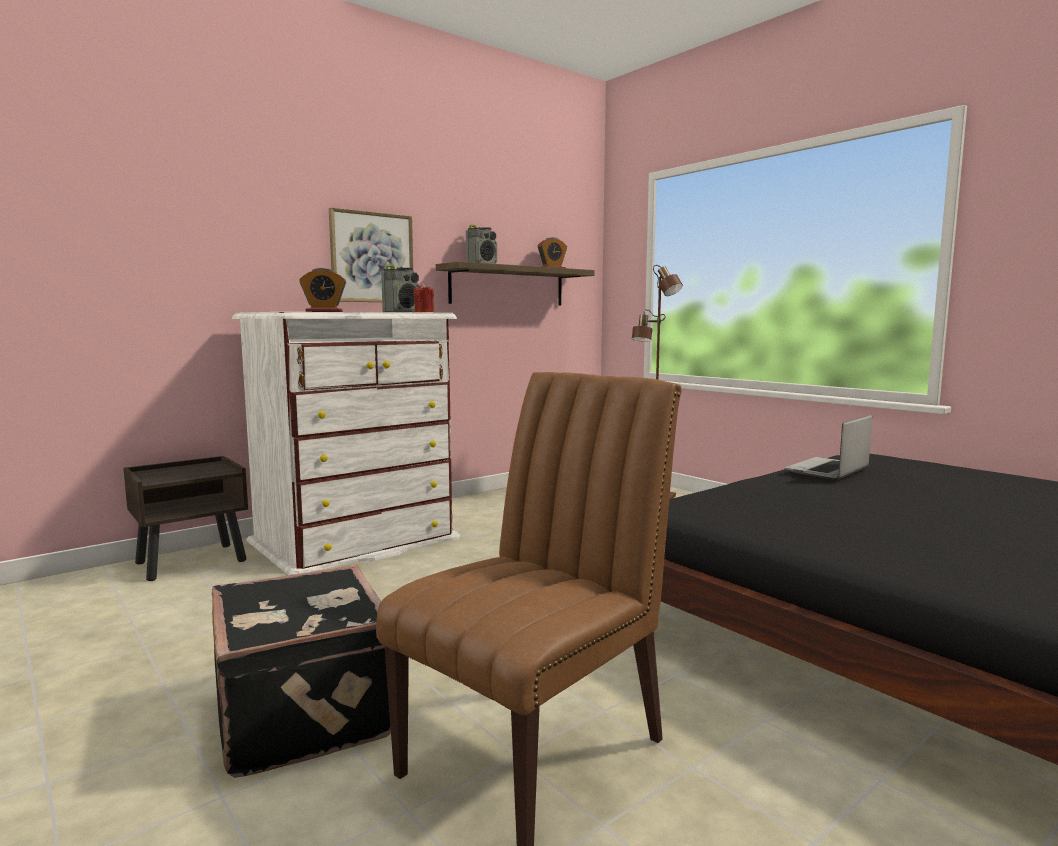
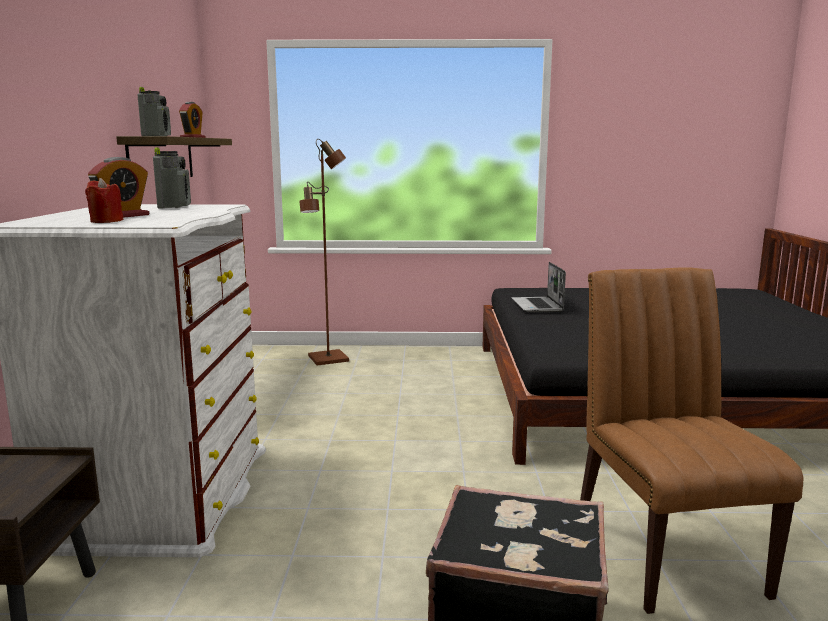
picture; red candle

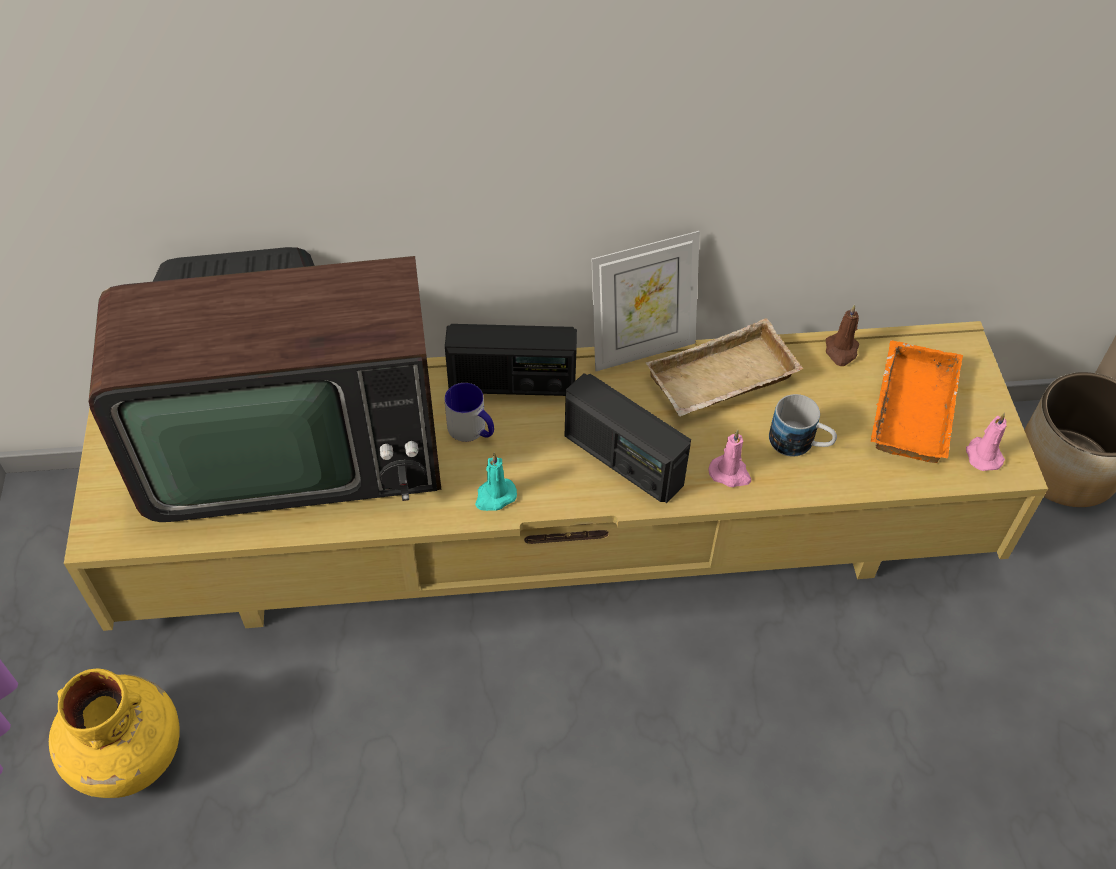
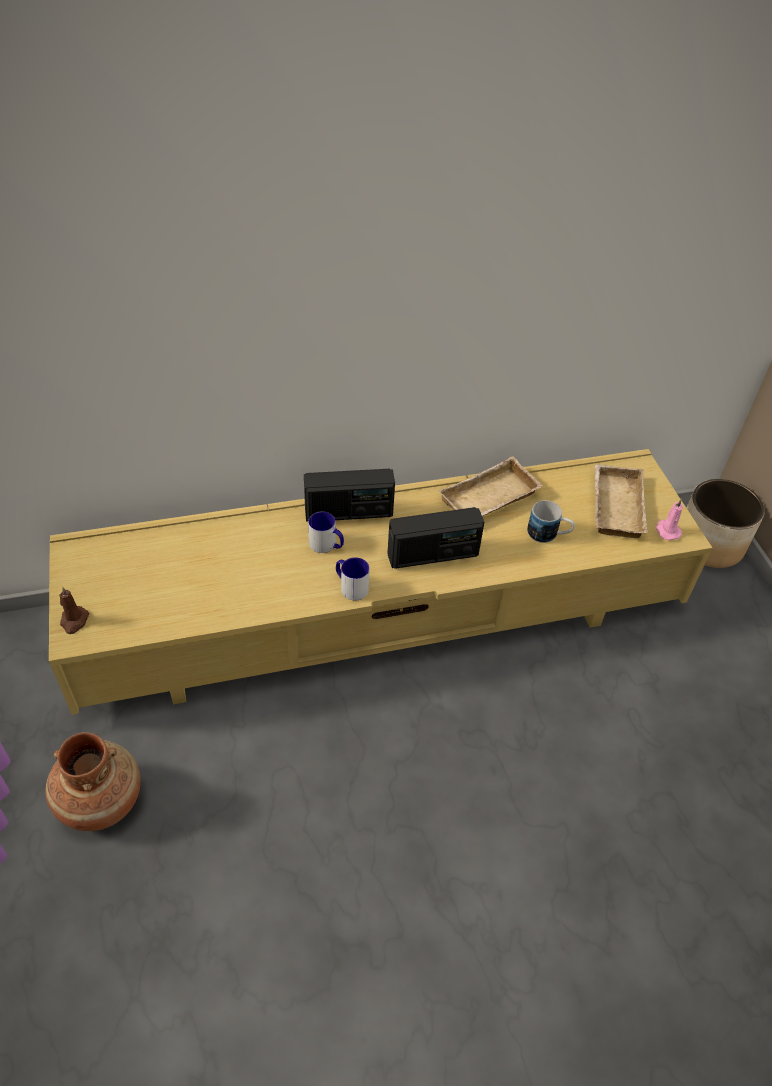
brown vase; television; mug (2nd from left); radio (2nd from left); picture frame; pink candle (1st from left in the first image); brown candle; beige tray (2nd from left)

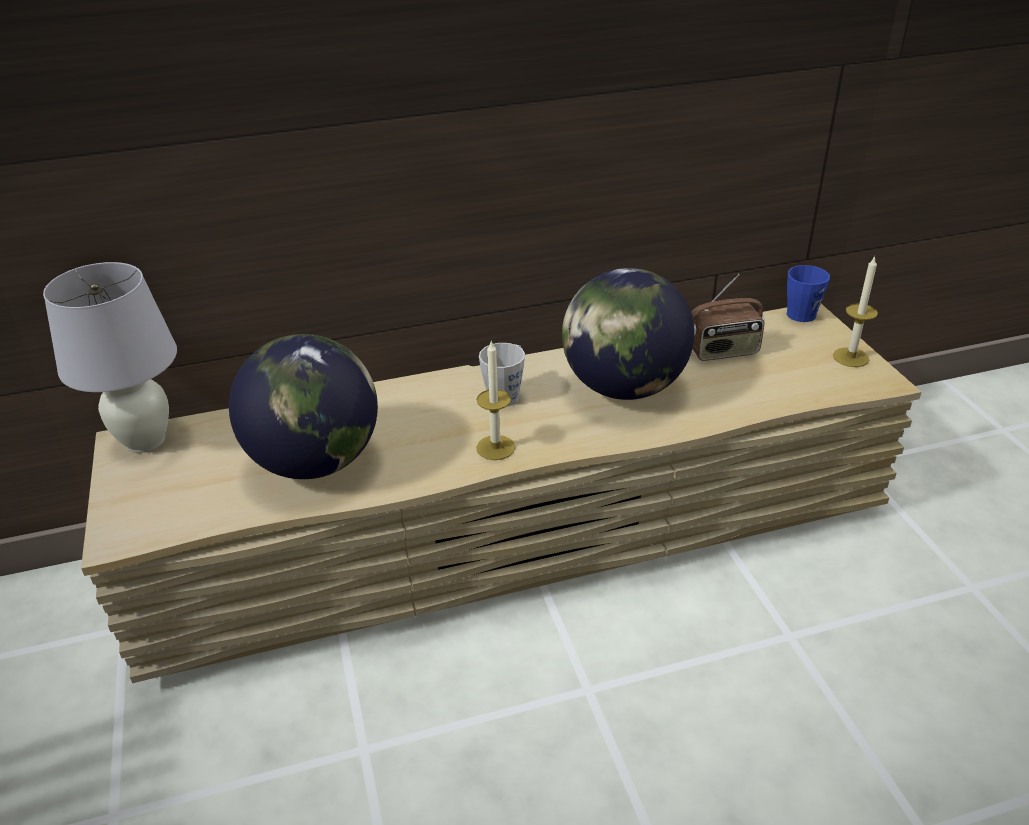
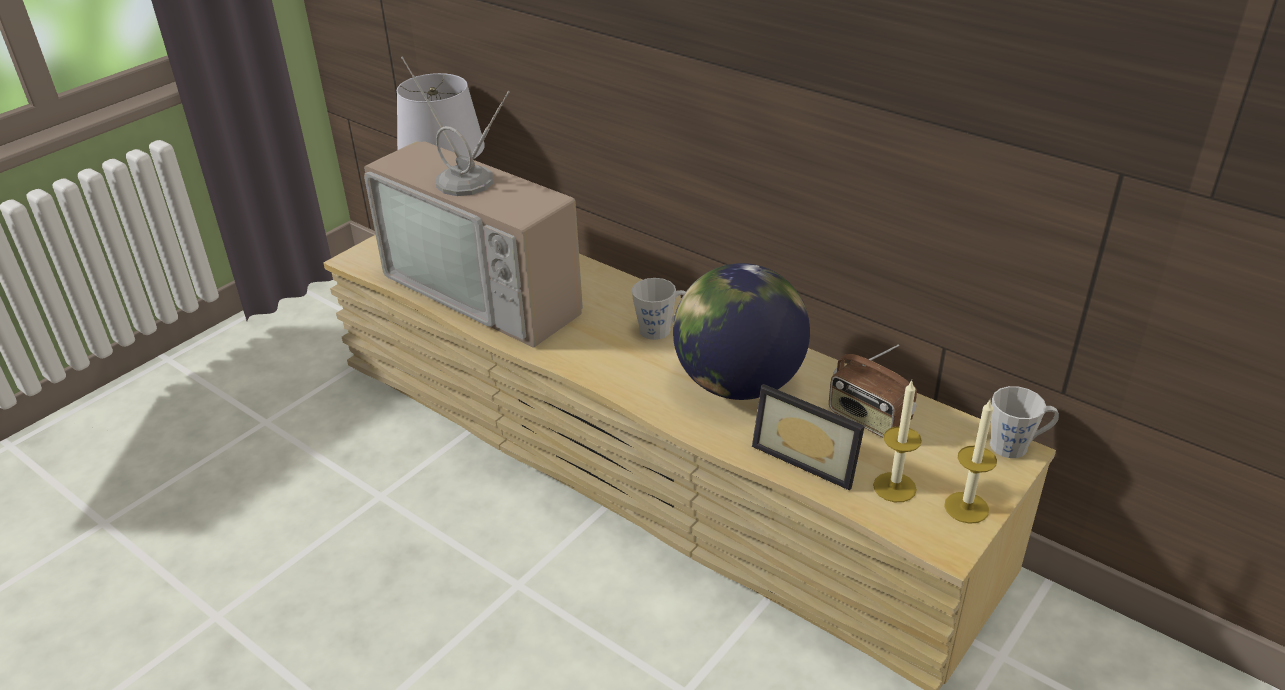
television; candle (1st from left); grey mug (2nd from left); picture frame

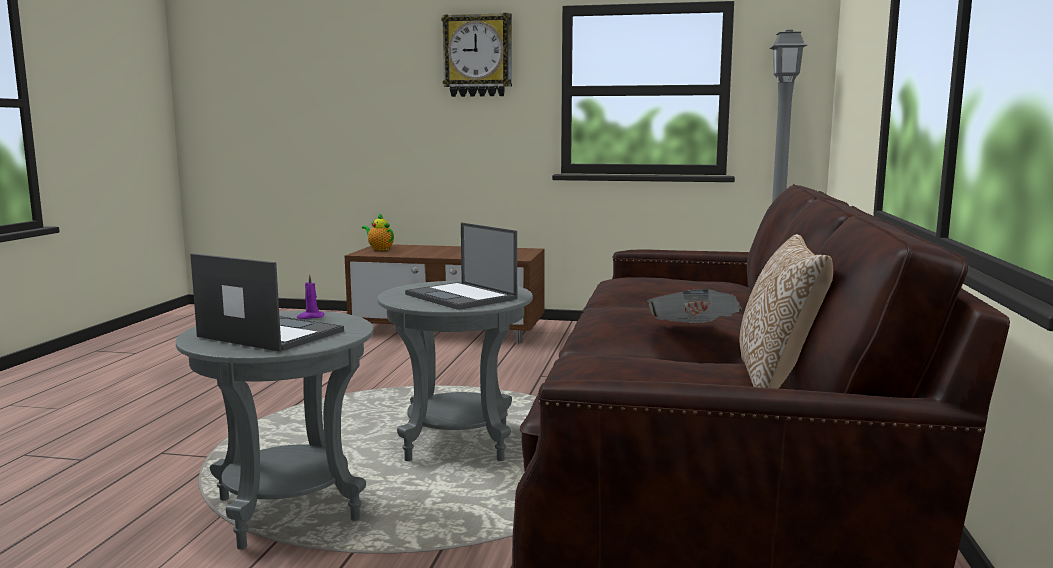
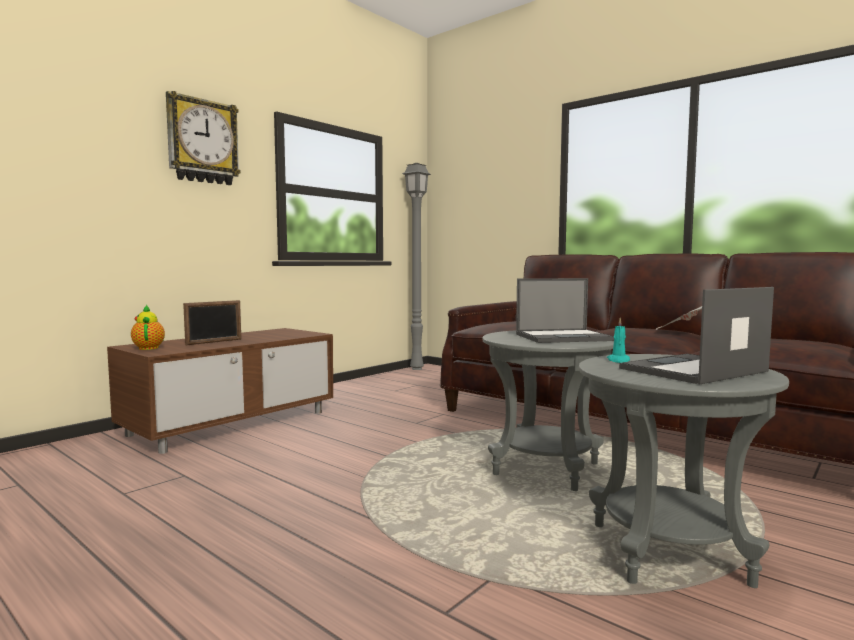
turquoise candle; teapot; pillow; picture frame

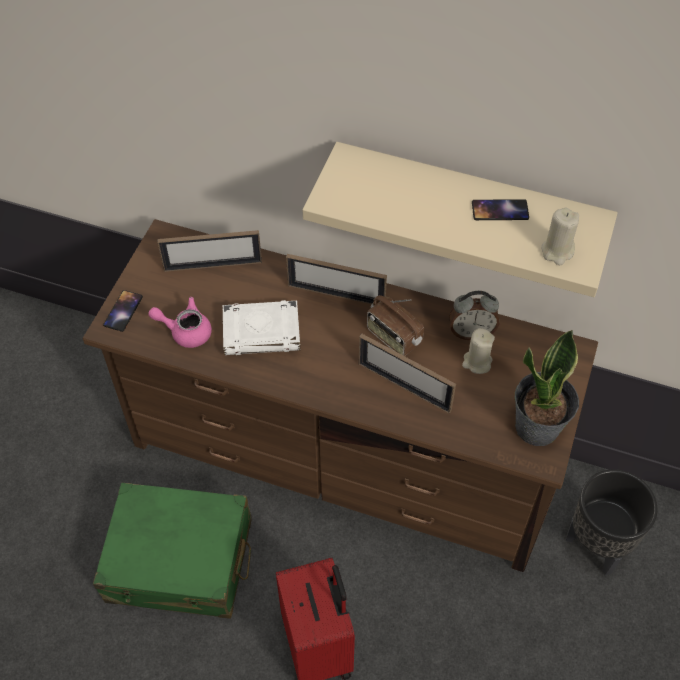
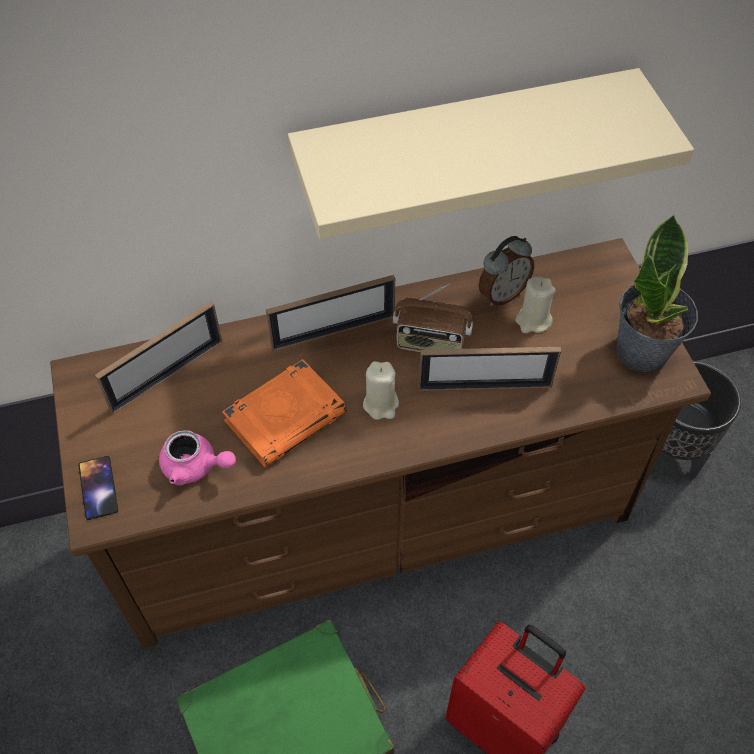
pink teapot; orange book; phone (2nd from left in the first image); beige candle (1st from left)

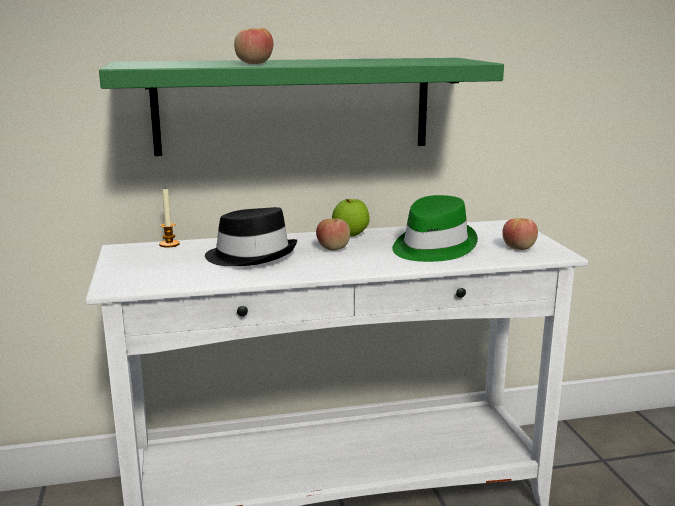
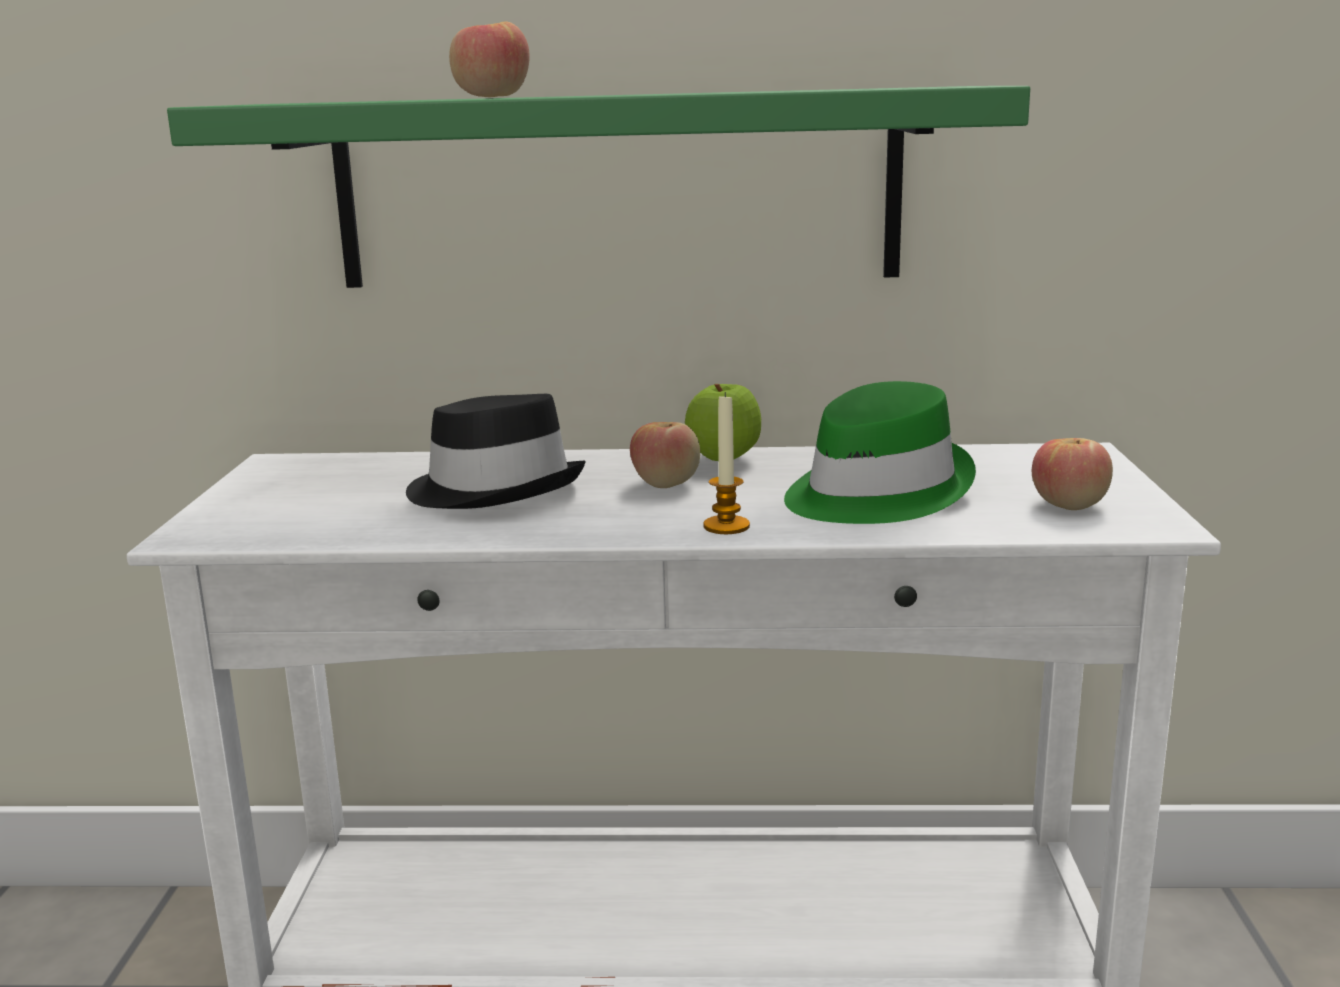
candle

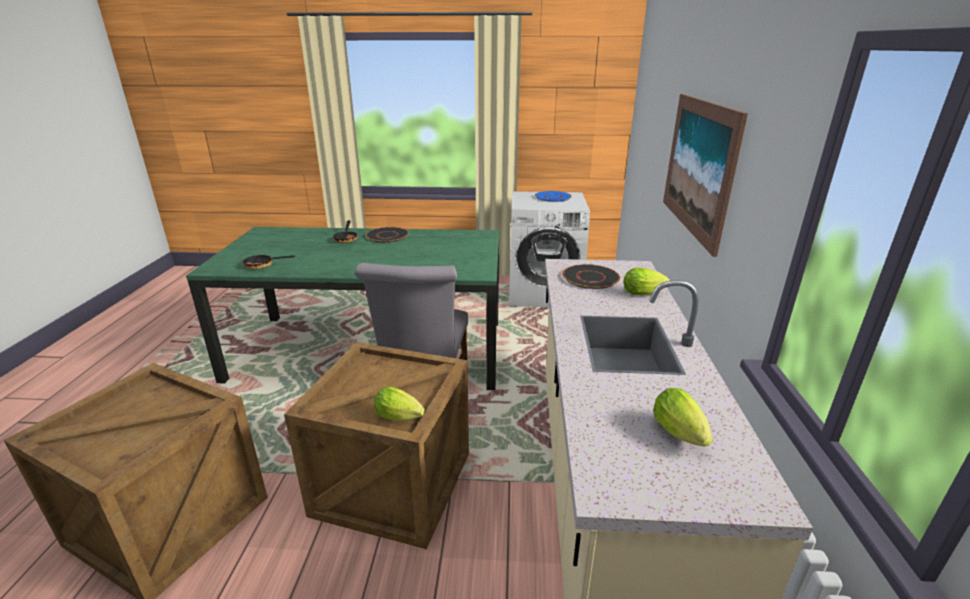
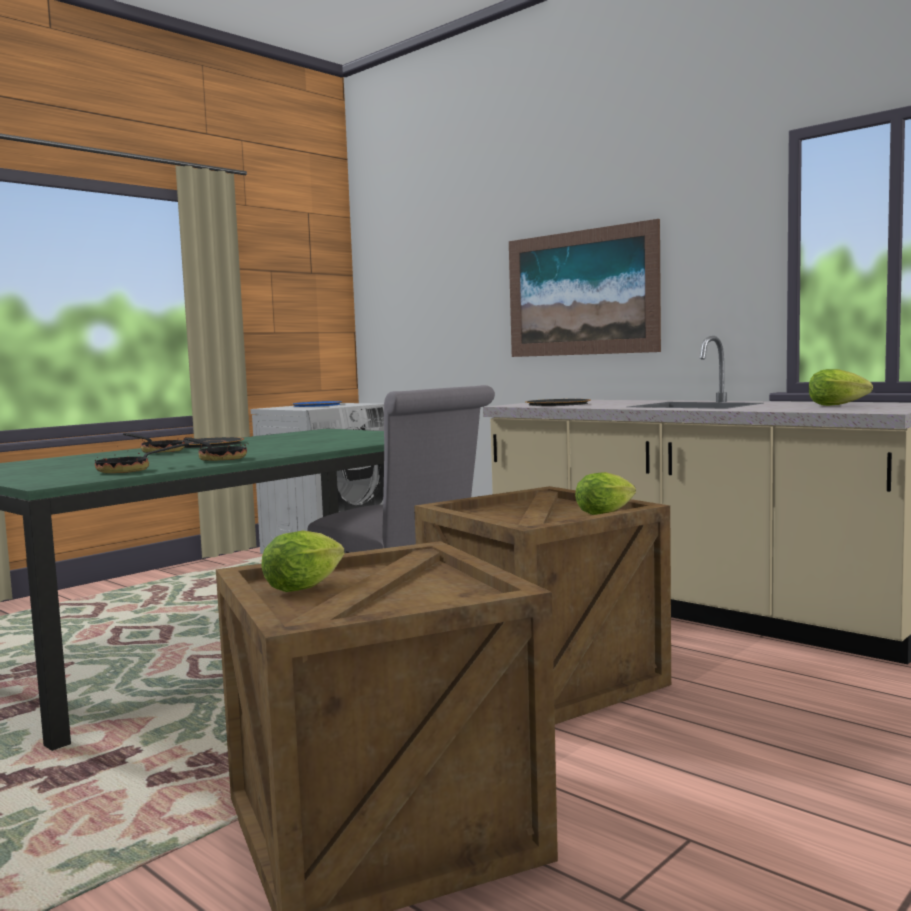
lettuce (1st from left); frying pan (3rd from left)

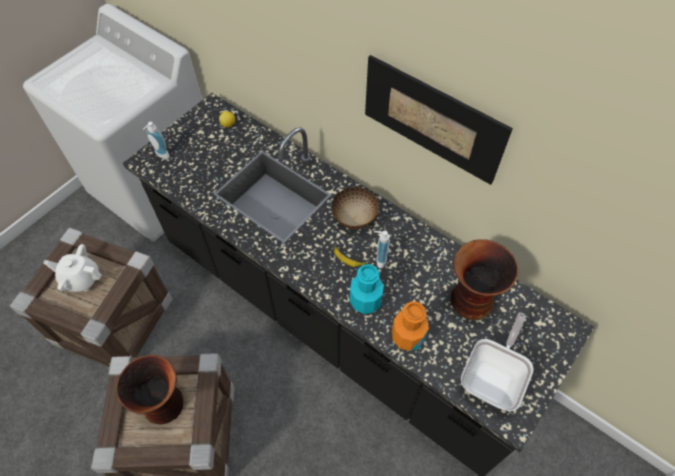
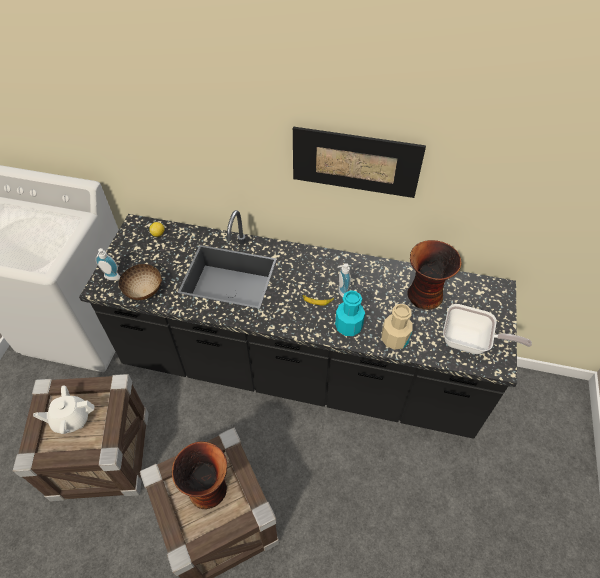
bowl; beige bottle; frying pan

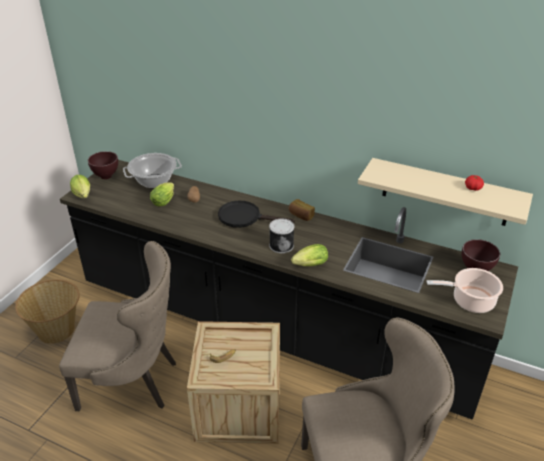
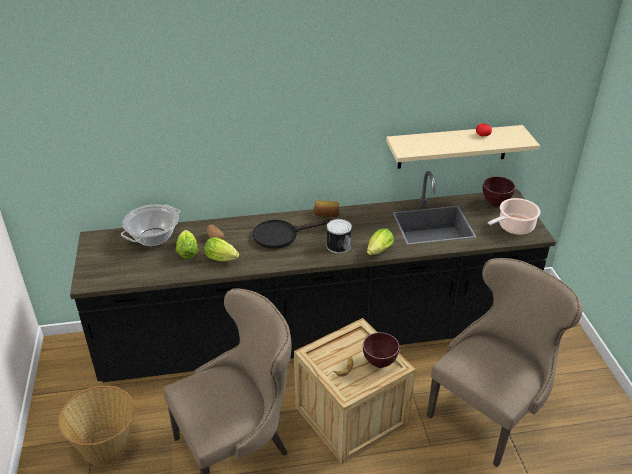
lettuce (2nd from left); brown bowl (1st from left)

